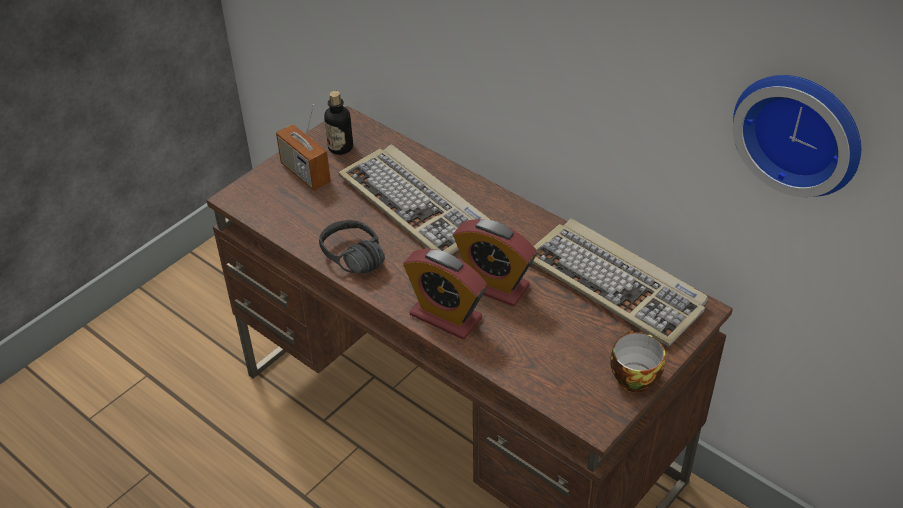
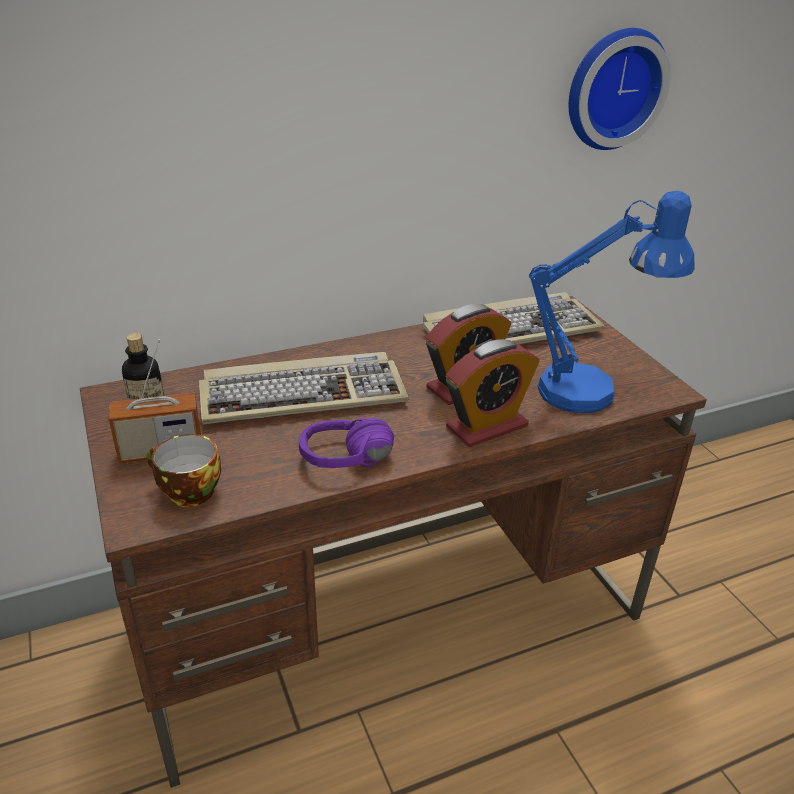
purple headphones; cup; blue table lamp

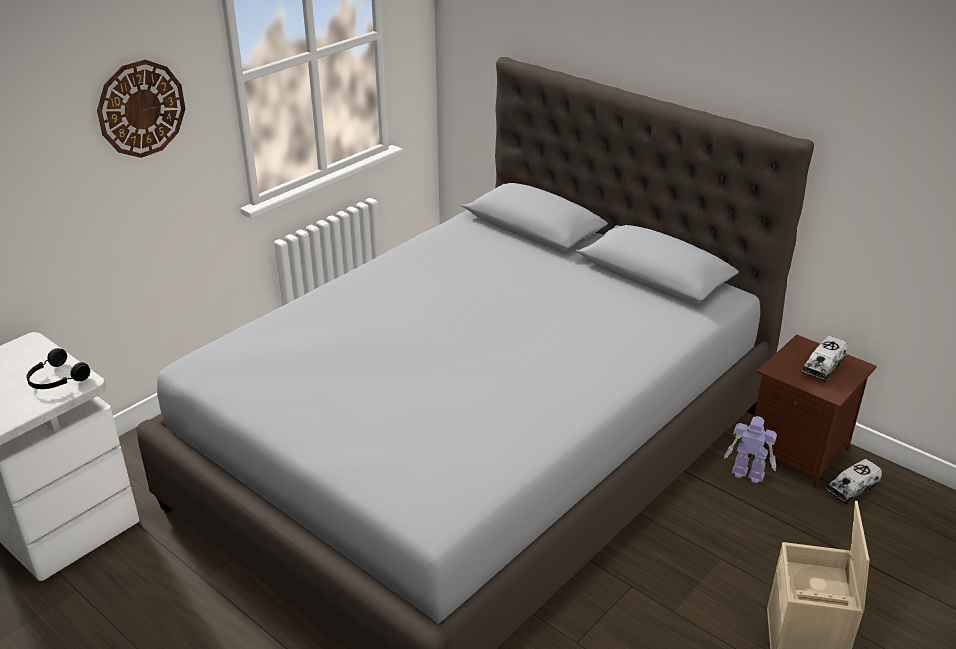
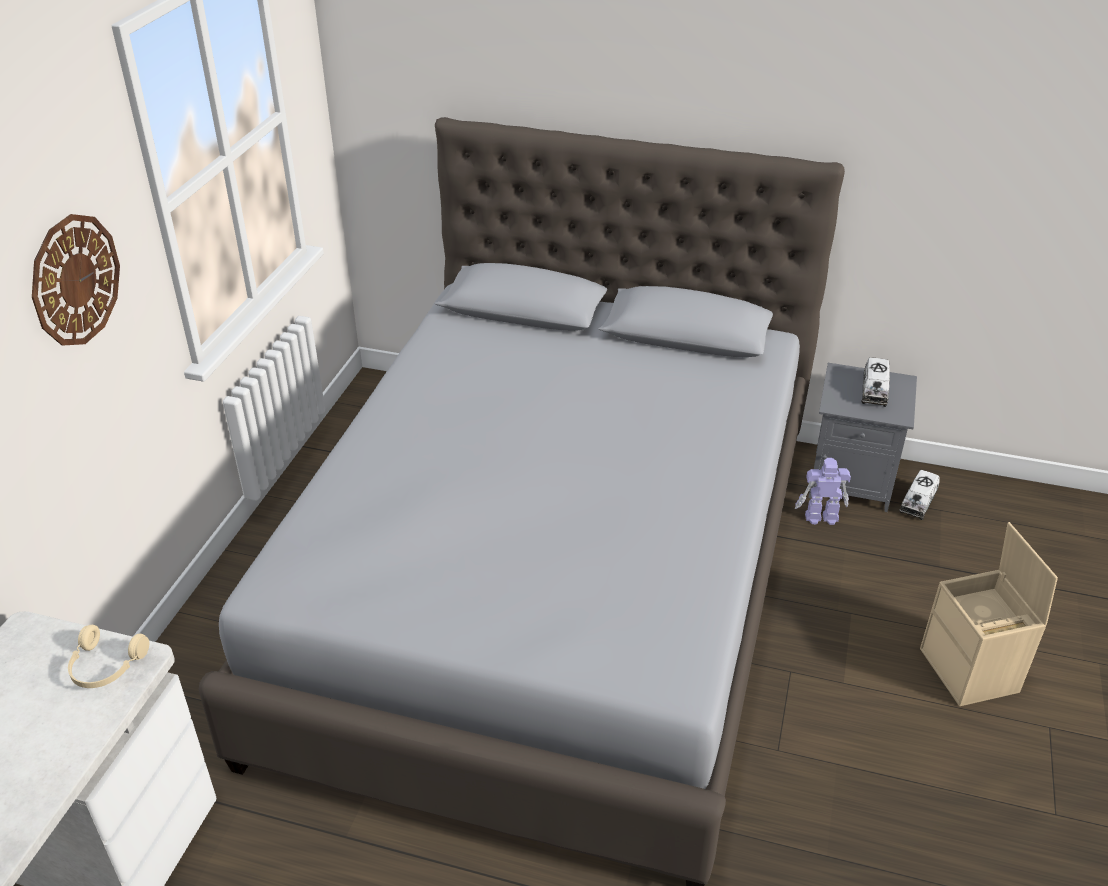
beige headphones; grey nightstand

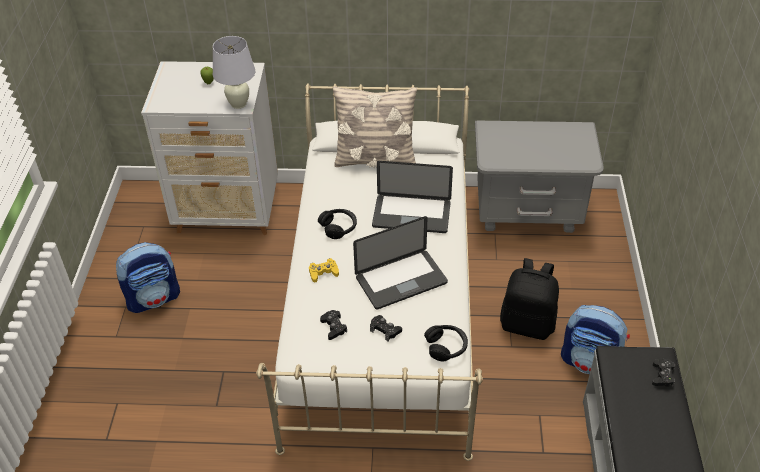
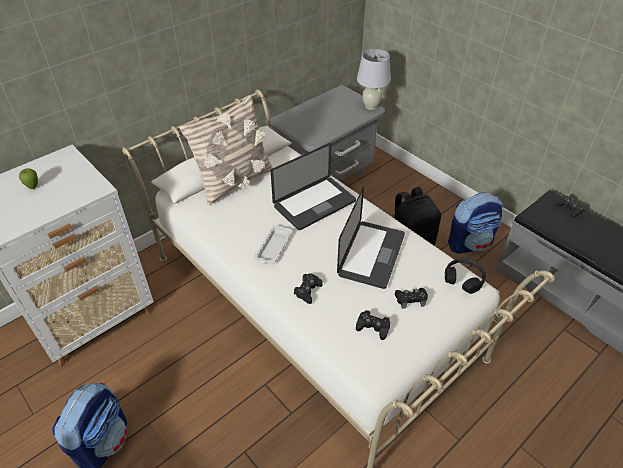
white table lamp; black game controller (1st from left); white tray

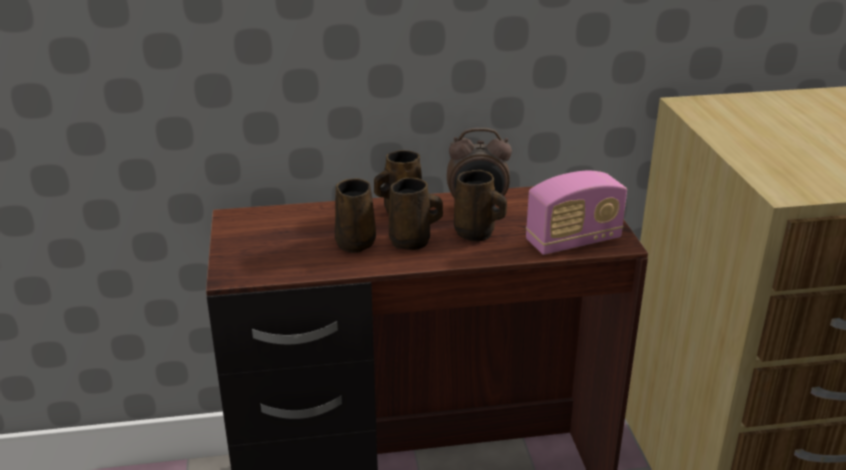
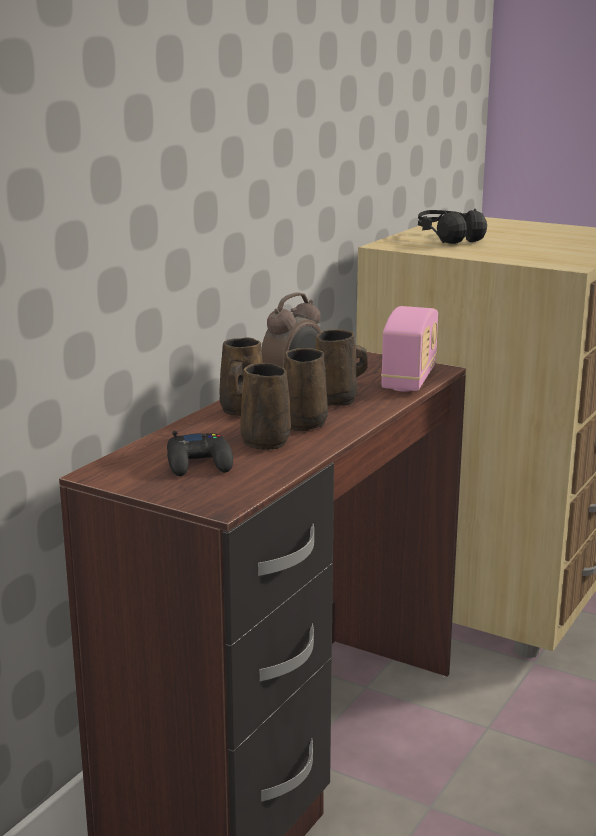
black game controller; black headphones

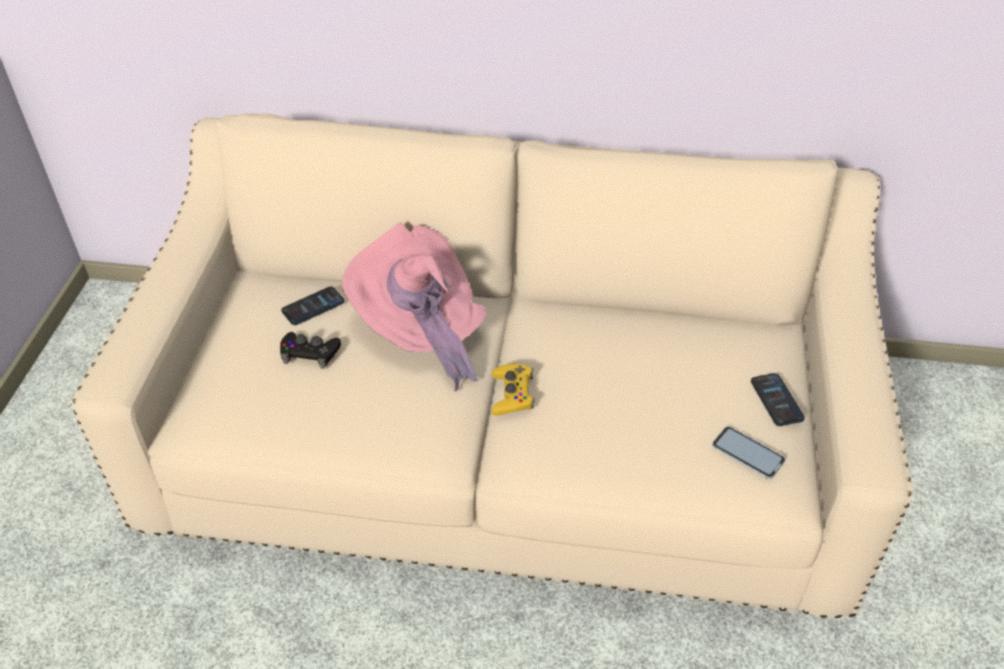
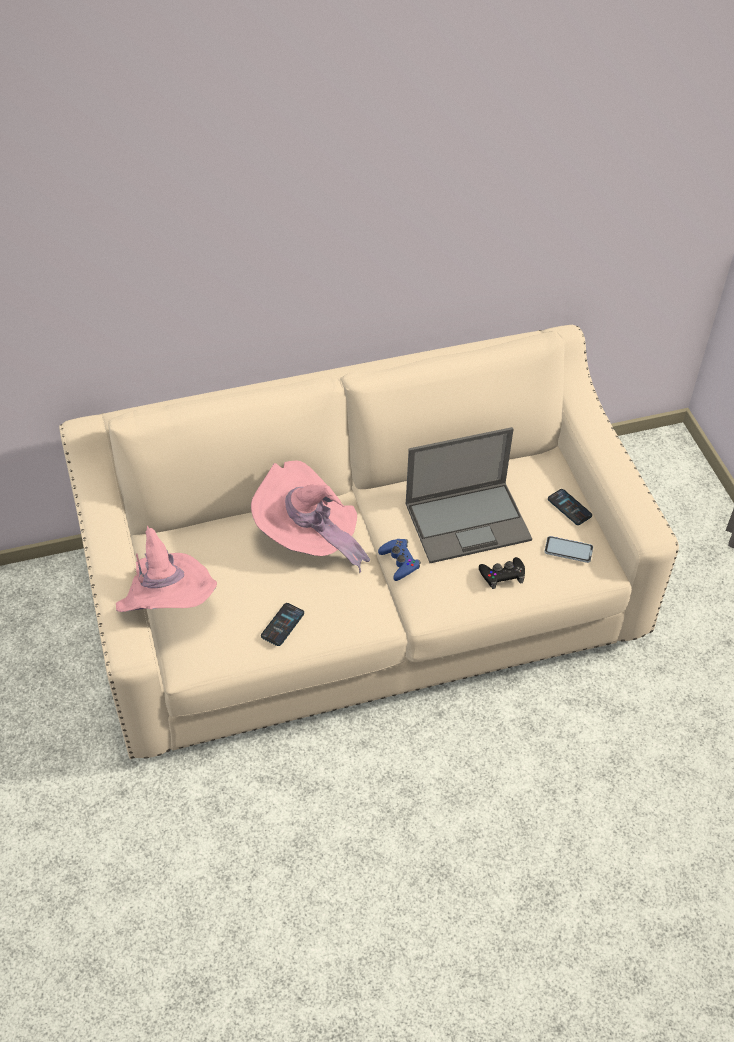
black game controller; phone (1st from left); blue game controller; pink hat (1st from left); laptop

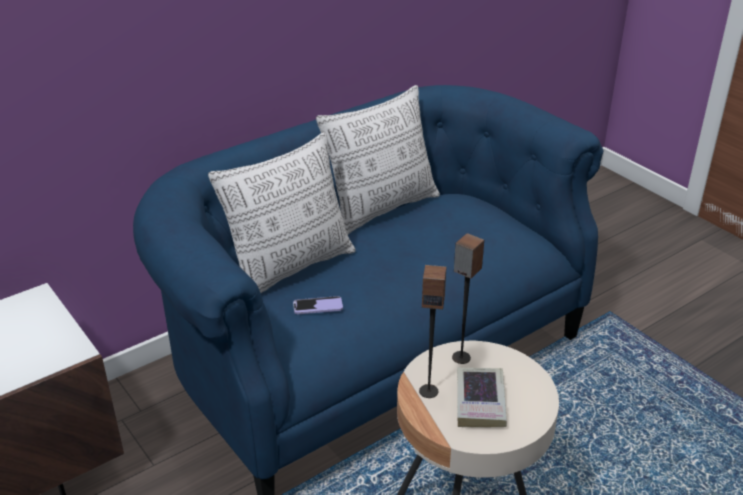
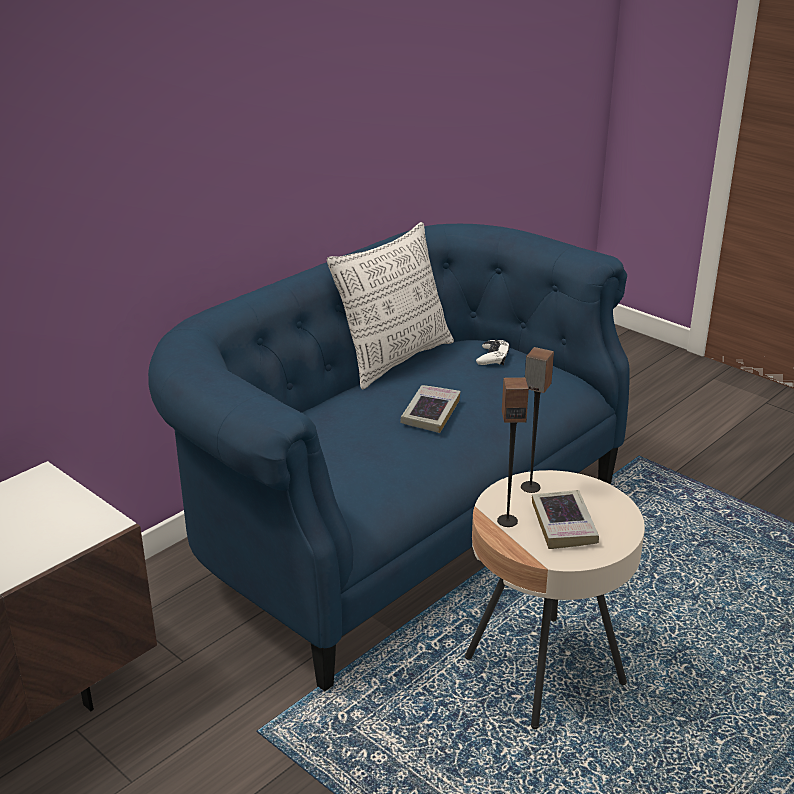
pillow (1st from left in the first image); phone; book (1st from left); white game controller

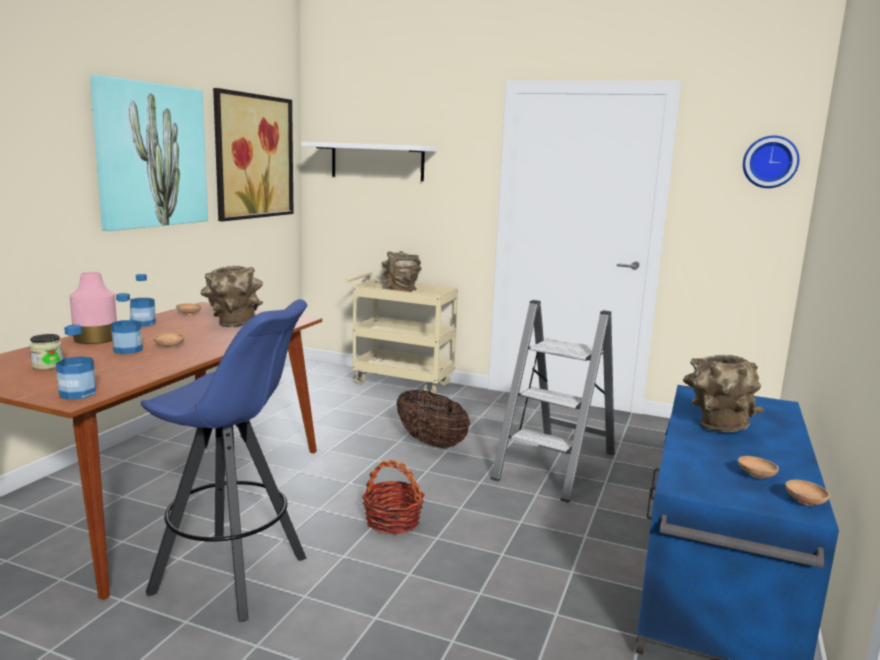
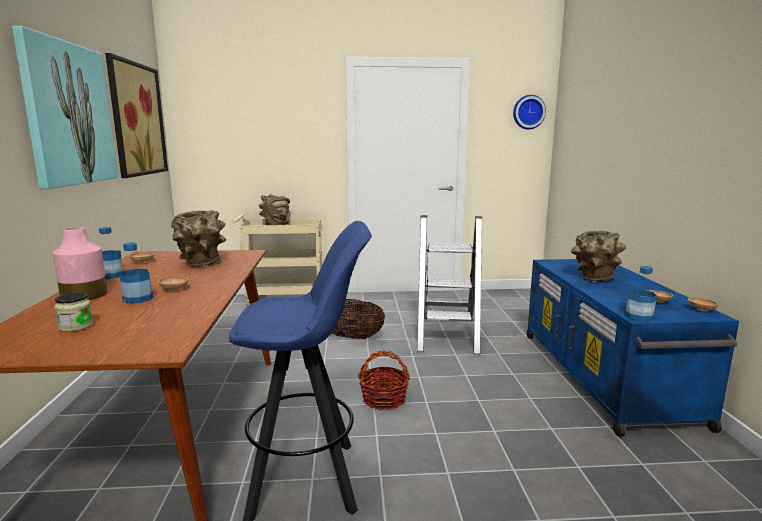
bottle (3rd from left); white shelf

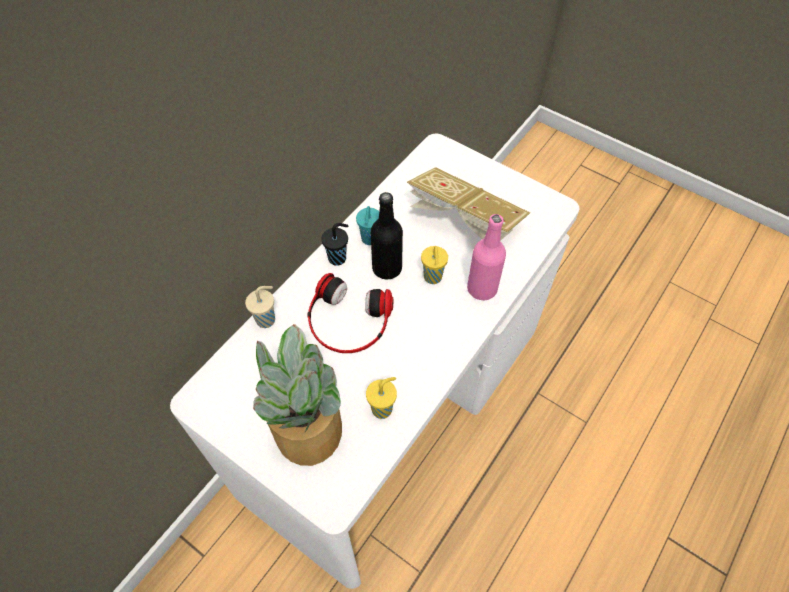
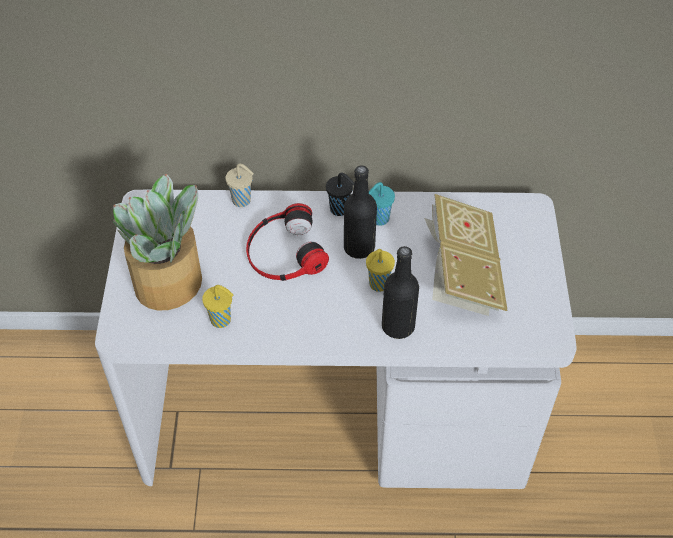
black bottle (2nd from left)

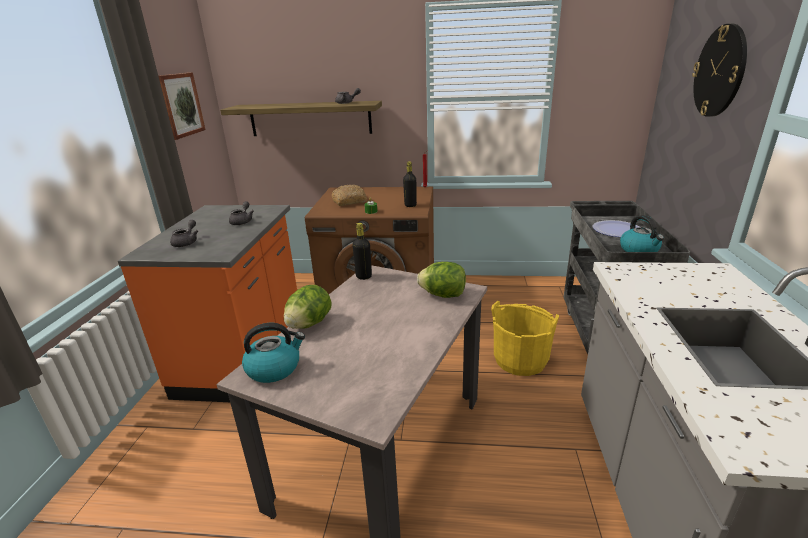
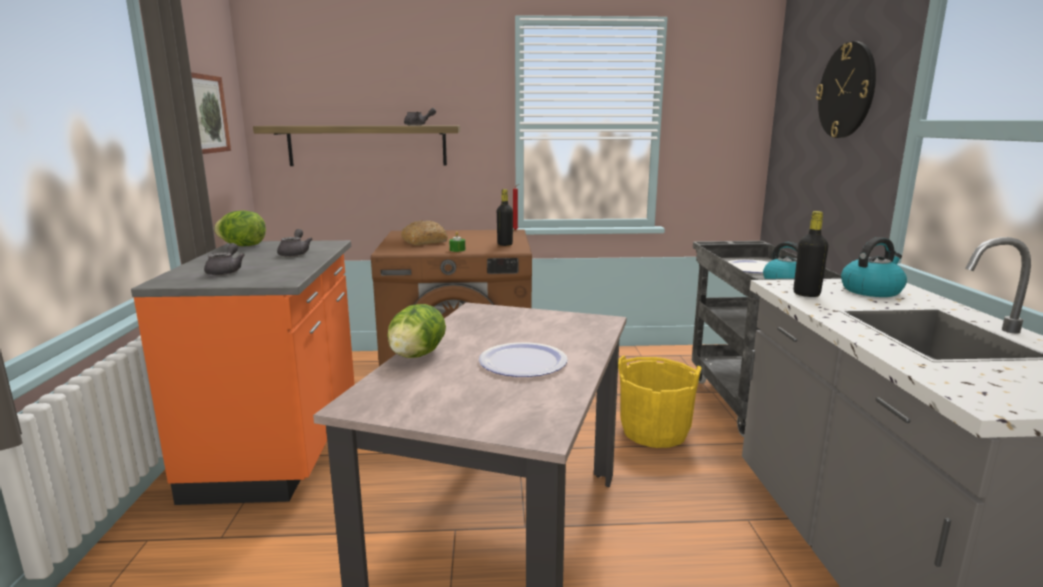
kettle (2nd from left); black bottle (2nd from left); lettuce (1st from left); plate (1st from left)

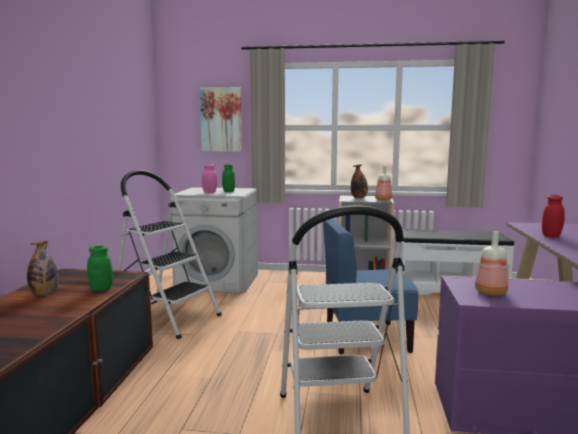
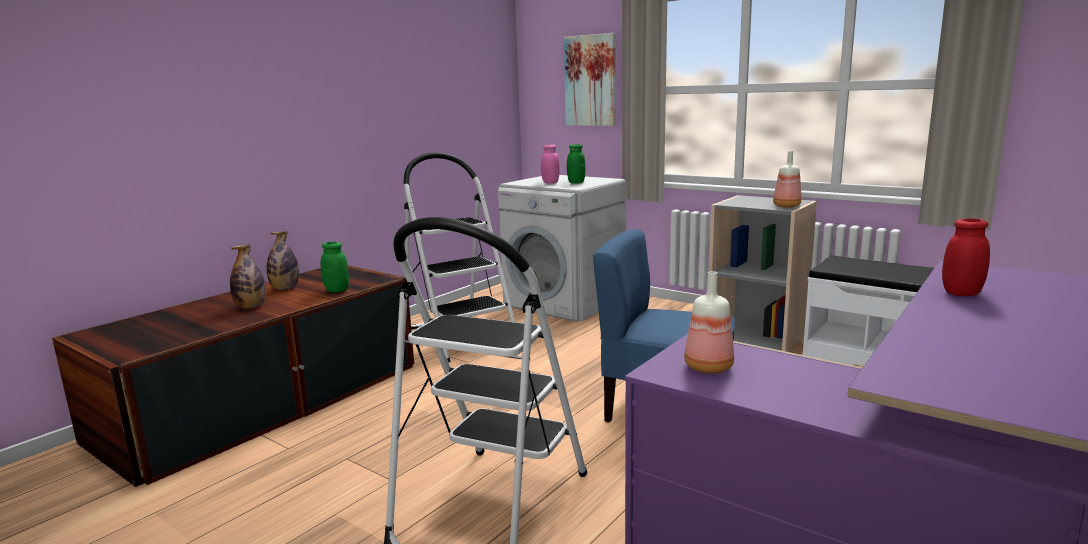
bottle (1st from left)

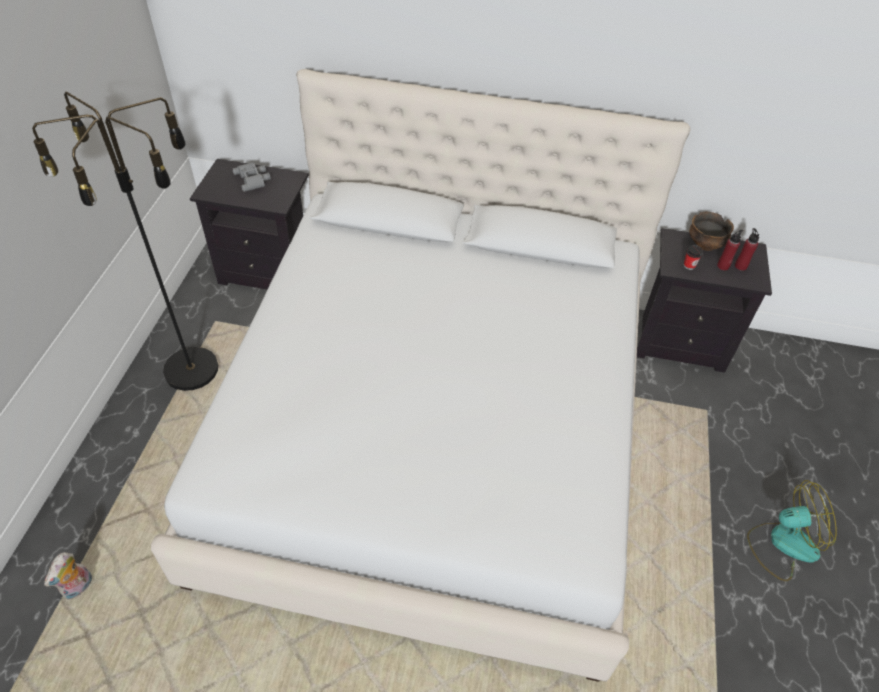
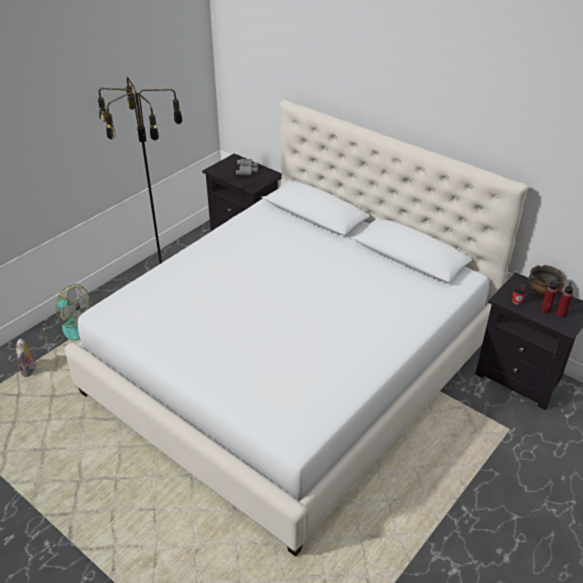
plush toy; fan

